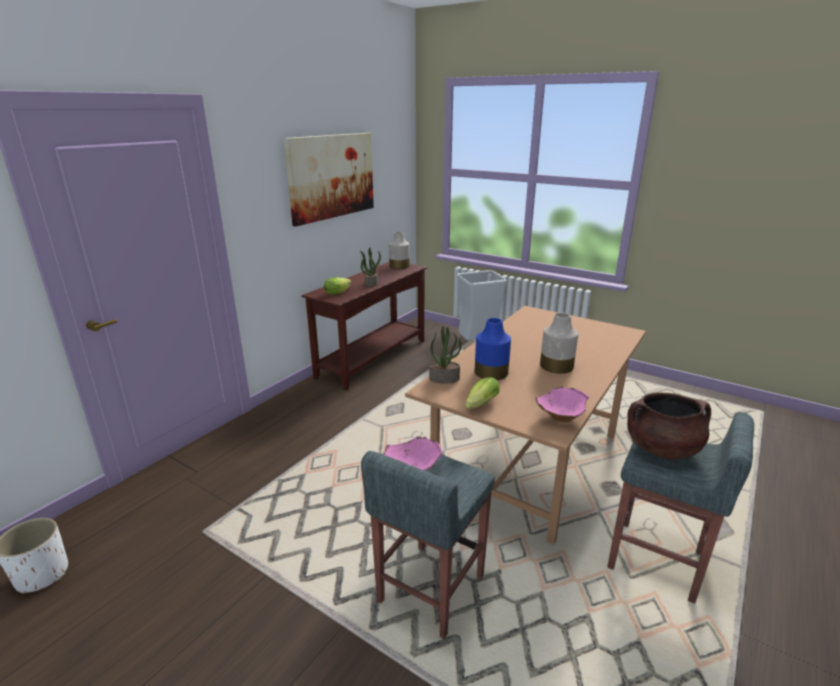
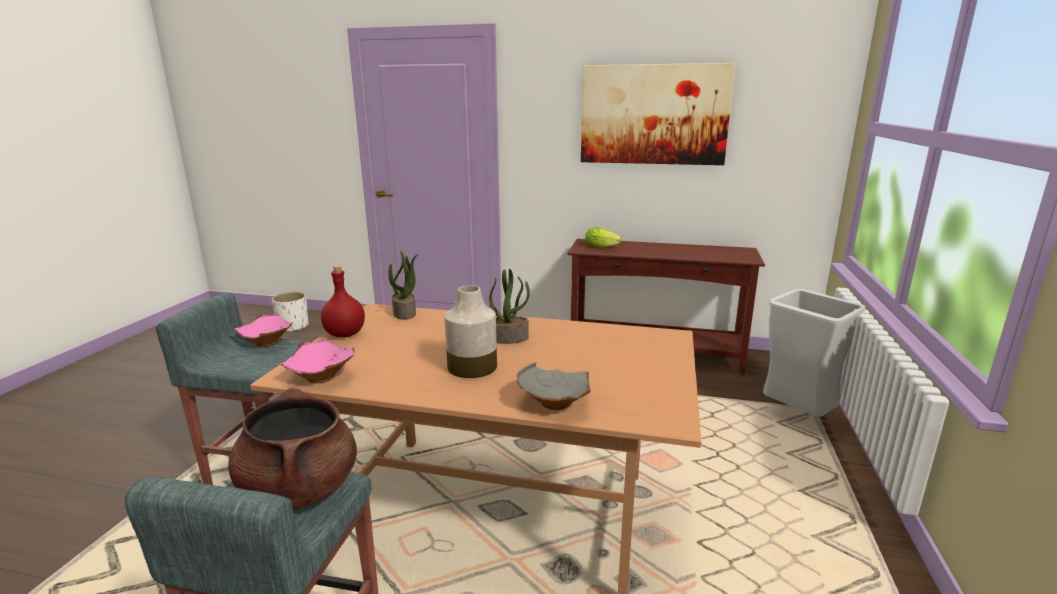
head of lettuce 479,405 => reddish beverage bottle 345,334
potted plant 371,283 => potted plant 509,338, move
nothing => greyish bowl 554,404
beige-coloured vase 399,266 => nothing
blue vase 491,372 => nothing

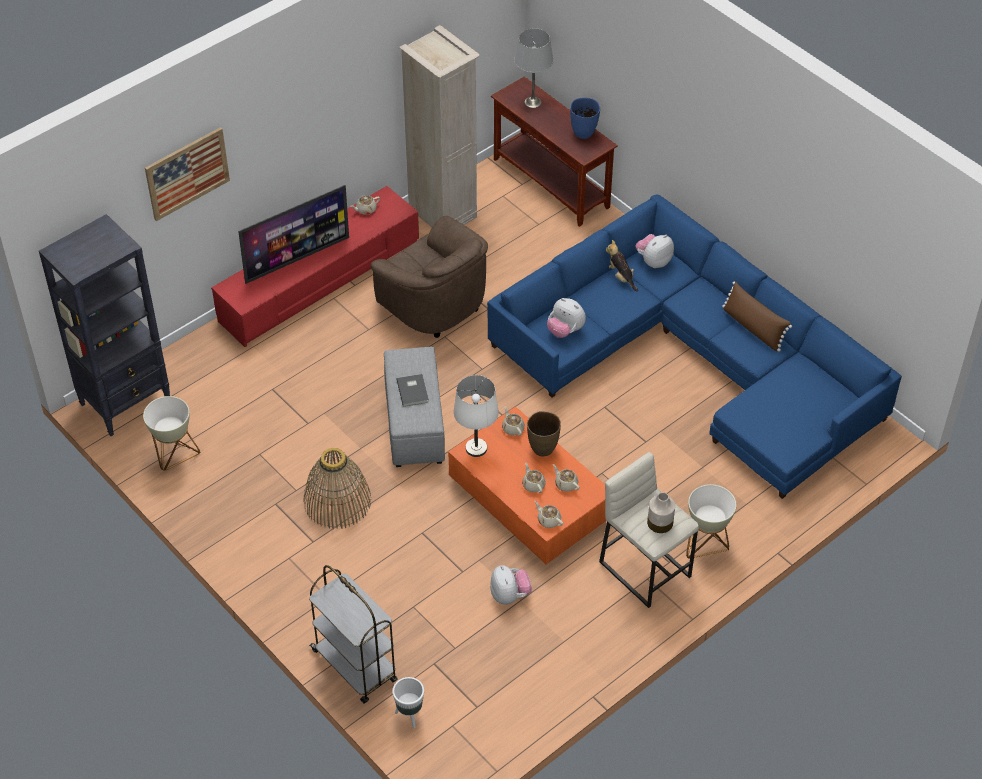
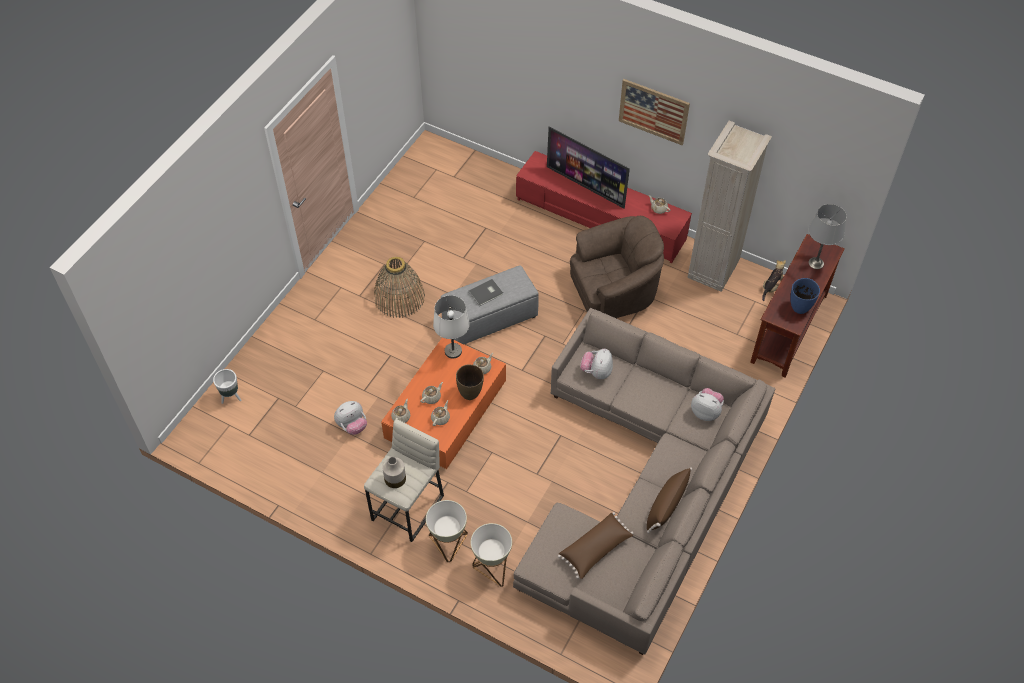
plant pot 174,454 => plant pot 492,567, move
blue couch 694,358 => beige-coloured couch 643,485
nothing => brown-coloured cushion 596,549
brown-coloured armchair 432,304 => brown-coloured armchair 613,292, 135 degrees counterclockwise
picture 187,173 => picture 653,111, move
soft toy 621,277 => soft toy 771,287, move
black-coloured shelving unit 126,402 => nothing
greyish trolley 355,667 => nothing

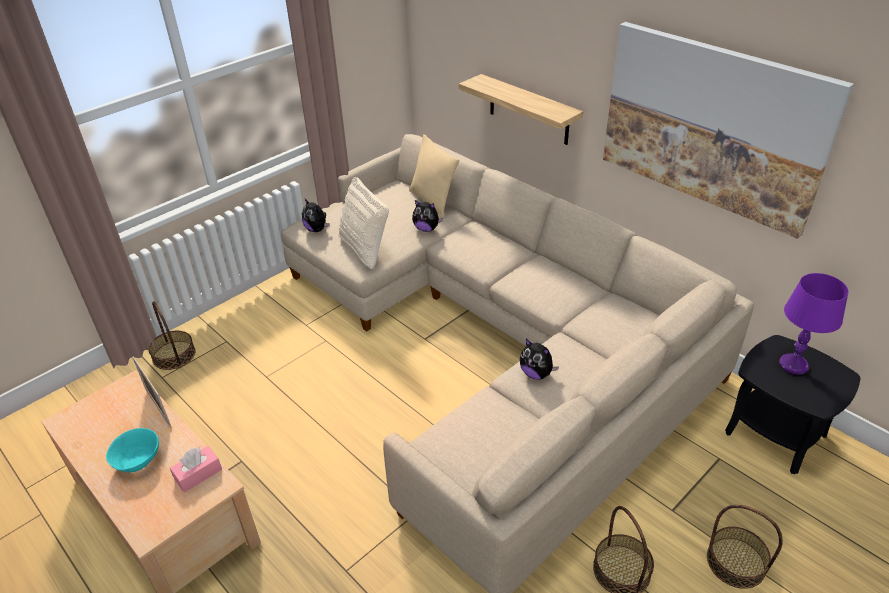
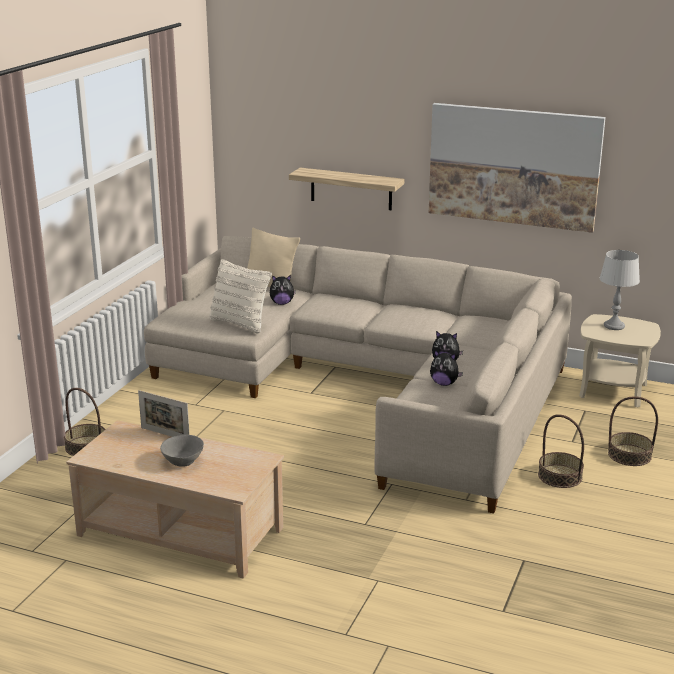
turquoise-coloured bowl 138,460 => greyish bowl 182,461
soft toy 317,229 => soft toy 444,383, move
black-coloured end table 775,434 => beige-coloured end table 613,391
purplish lamp for a table 793,365 => greyish lamp for a table 613,326
pink tissue box 198,474 => nothing

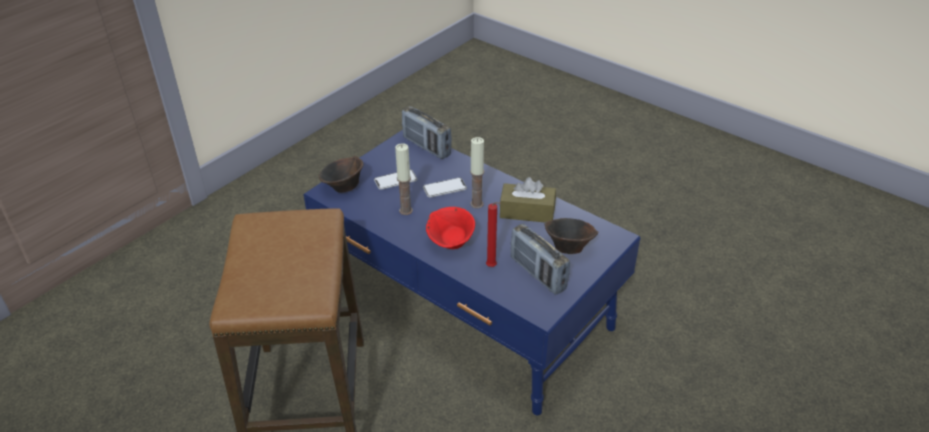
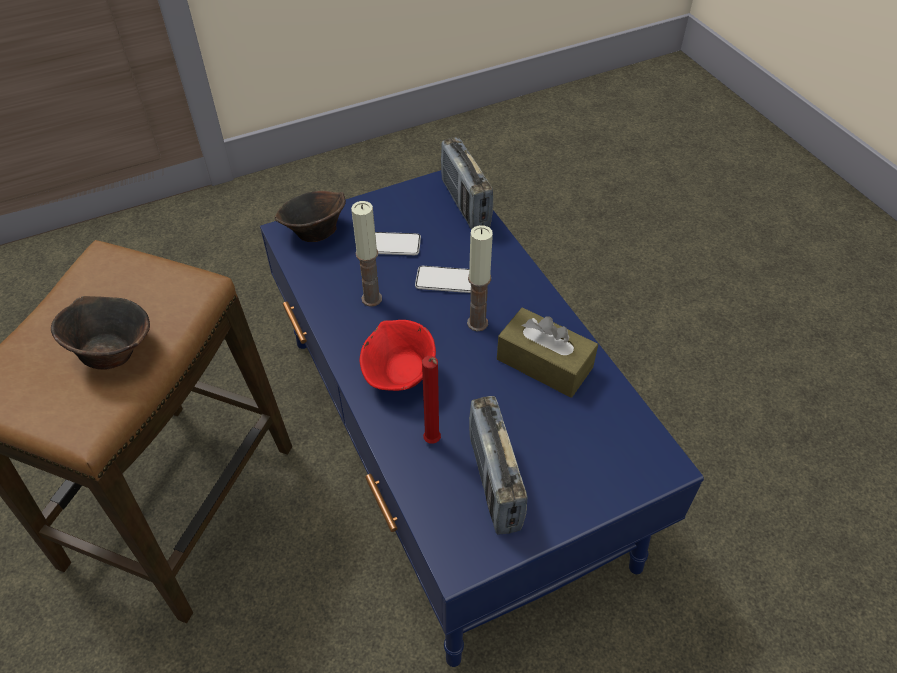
brown-coloured bowl 568,247 => brown-coloured bowl 113,352, move

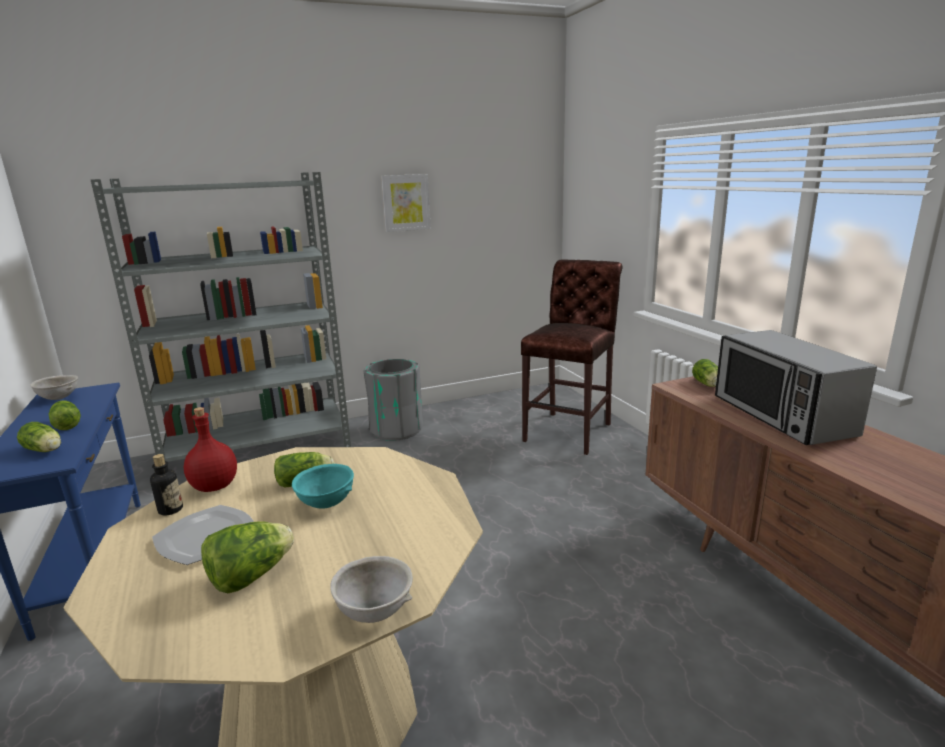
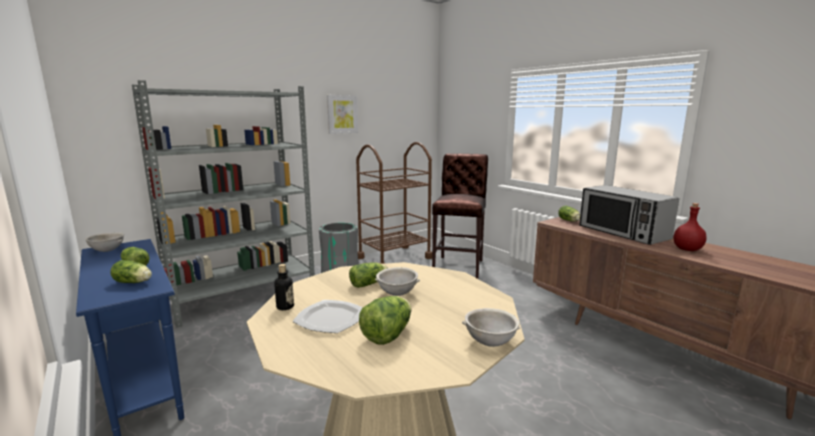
nothing => brown-coloured trolley 394,258
turquoise-coloured bowl 326,504 => greyish bowl 397,294
reddish beverage bottle 214,486 => reddish beverage bottle 687,249, move

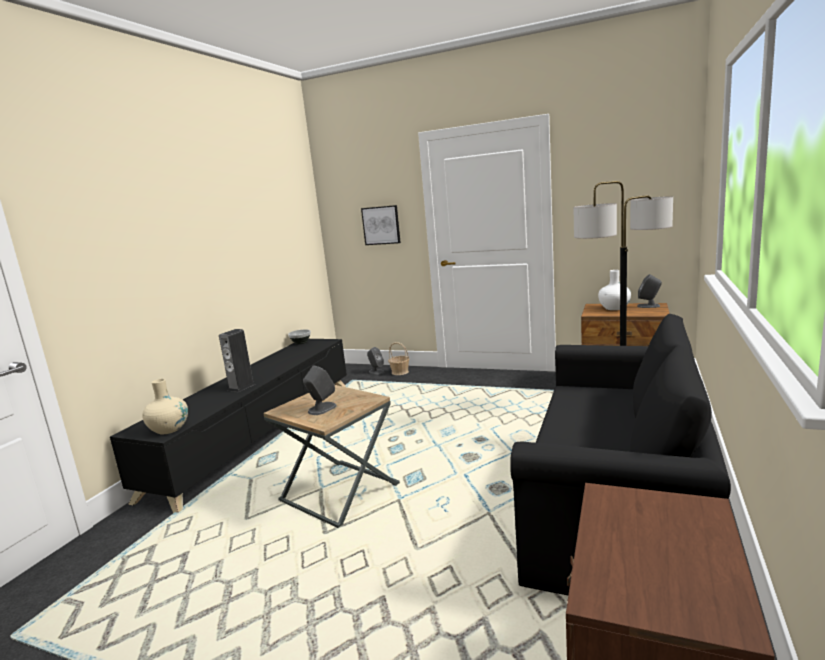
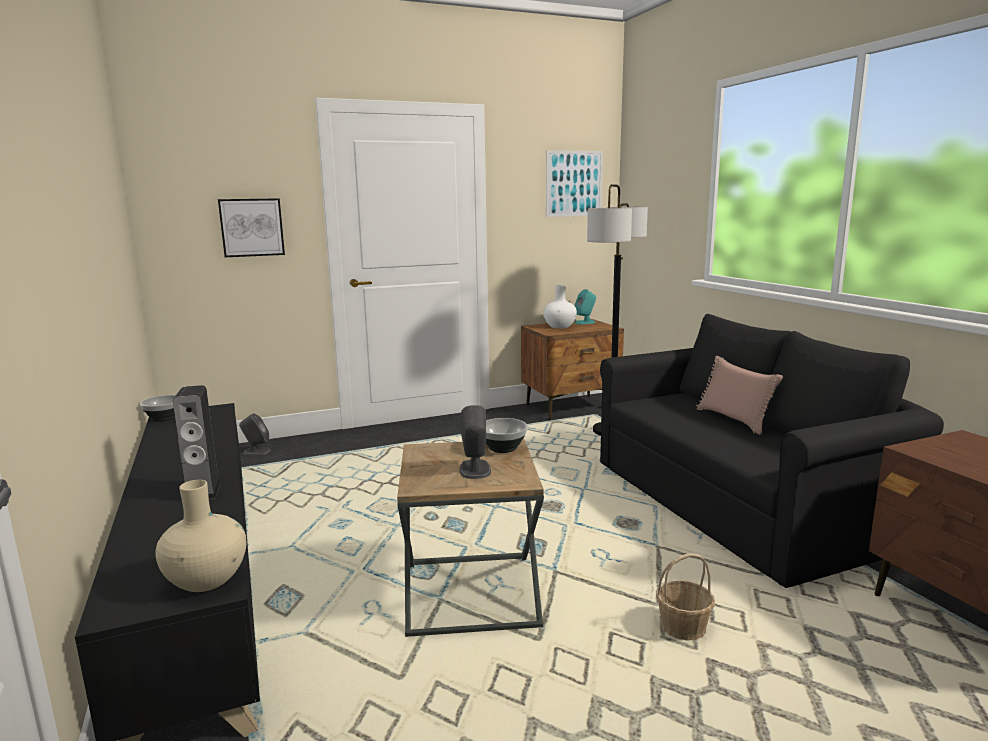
nothing => bowl 503,448
nothing => picture 574,183
greyish speaker 648,306 => turquoise-coloured speaker 585,322
storage basket 400,372 => storage basket 683,628, move
nothing => beige-coloured cushion 734,420

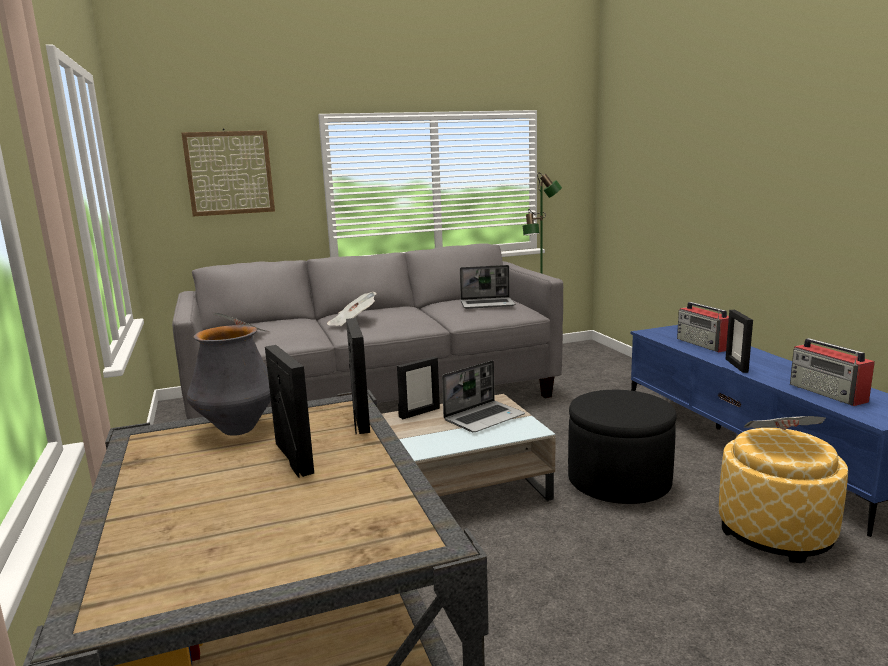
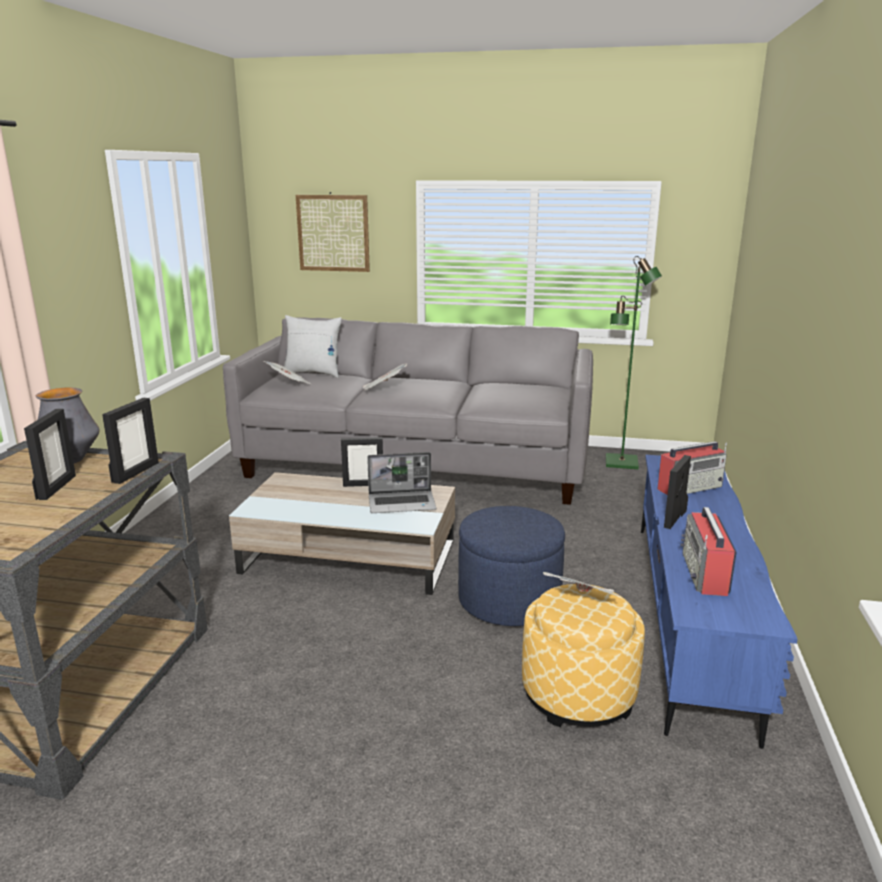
nothing => greyish cushion 313,374
black-coloured pouffe 619,481 => blue pouffe 509,600
radio 704,344 => radio 690,488, 120 degrees counterclockwise
portable computer 488,304 => nothing

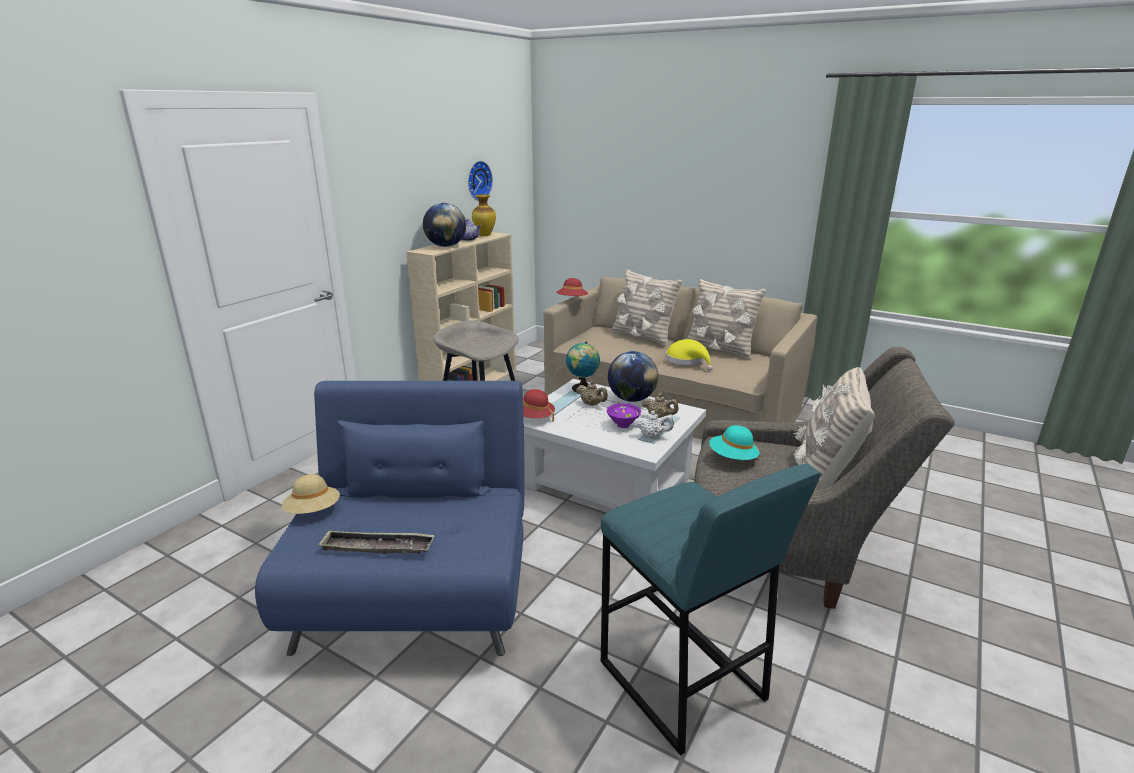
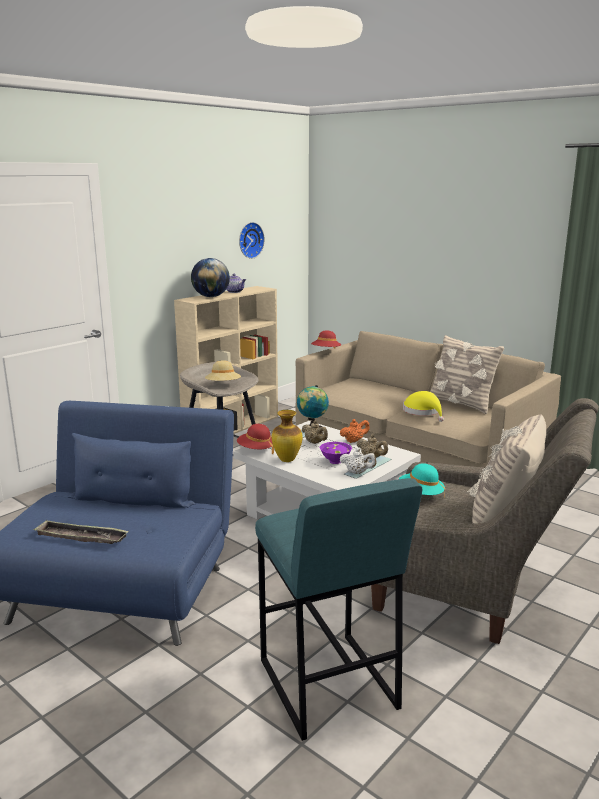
beige-coloured hat 313,511 => beige-coloured hat 223,385, move
vase 484,235 => vase 286,460, move
world globe 631,399 => orange-coloured teapot 354,441
beige-coloured cushion 642,337 => nothing

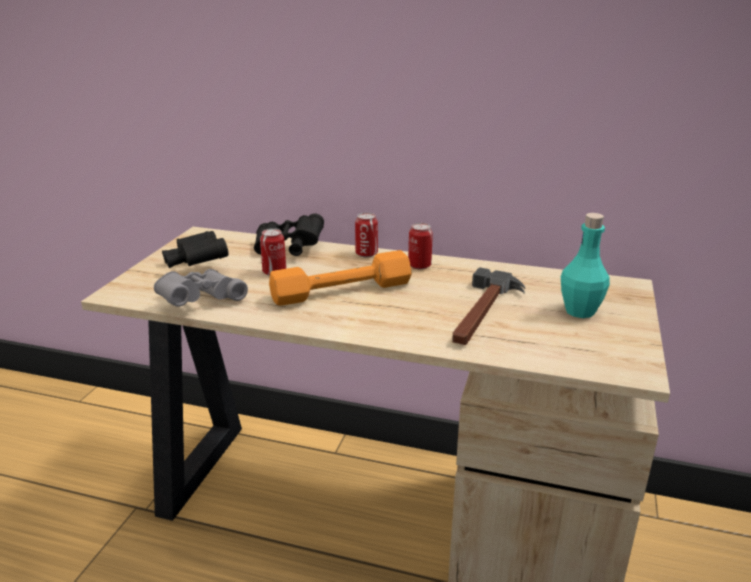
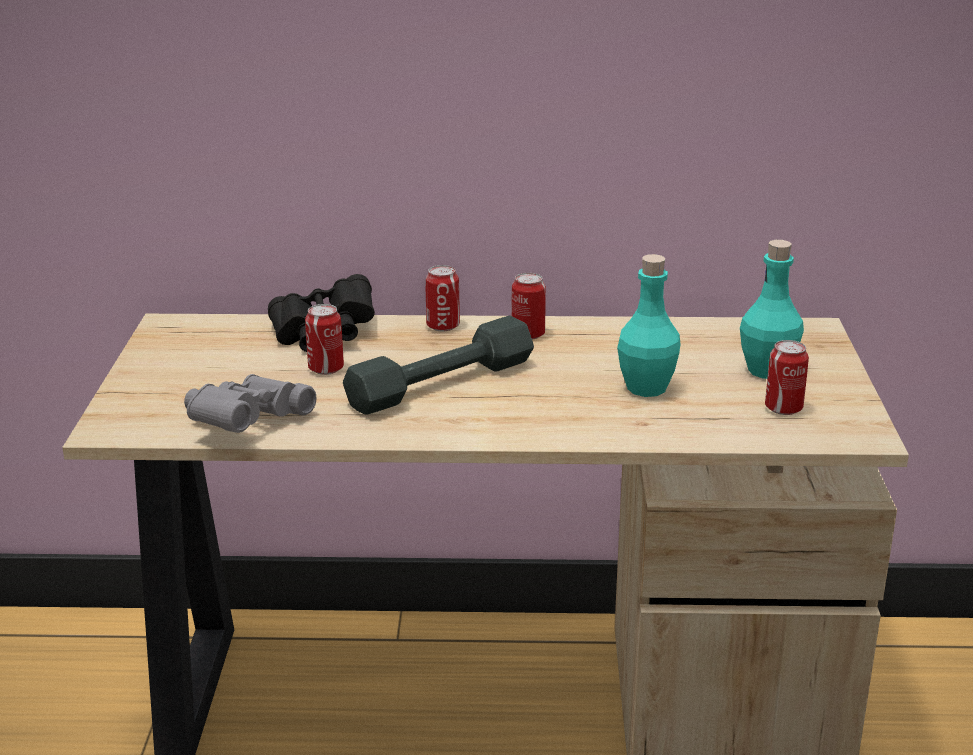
orange-coloured dumbbell 341,291 => greyish dumbbell 441,384
tool hammer 483,312 => turquoise-coloured beverage bottle 646,388
nothing => sealed can 783,408
black-coloured pair of binoculars 196,264 => nothing

